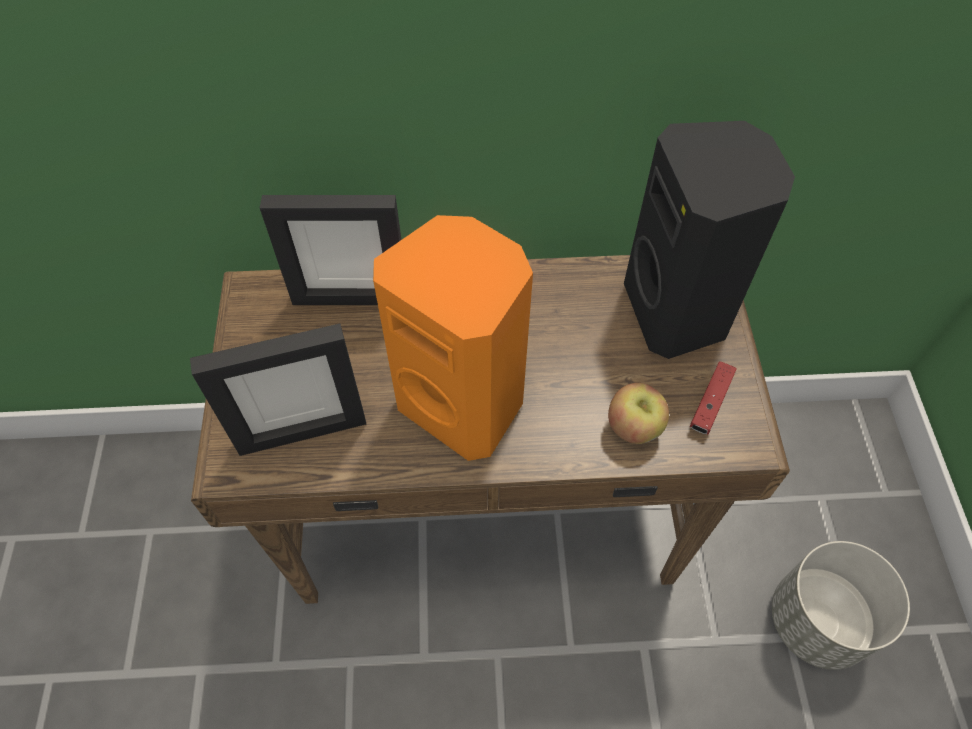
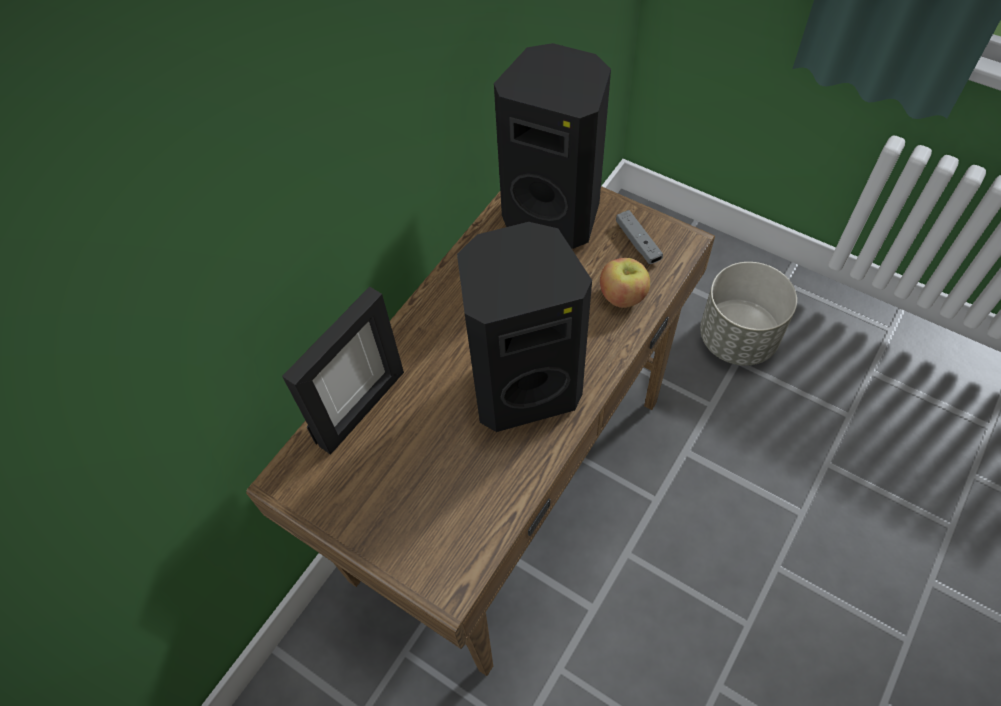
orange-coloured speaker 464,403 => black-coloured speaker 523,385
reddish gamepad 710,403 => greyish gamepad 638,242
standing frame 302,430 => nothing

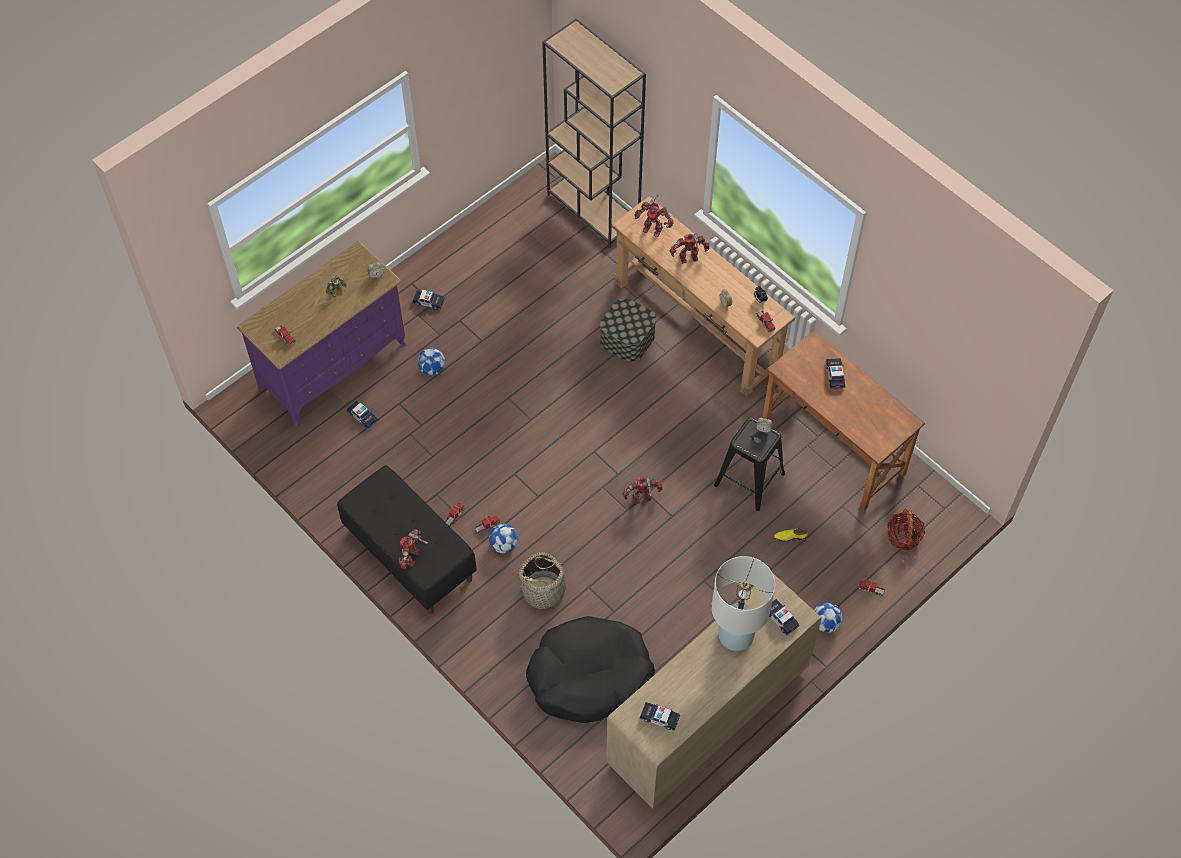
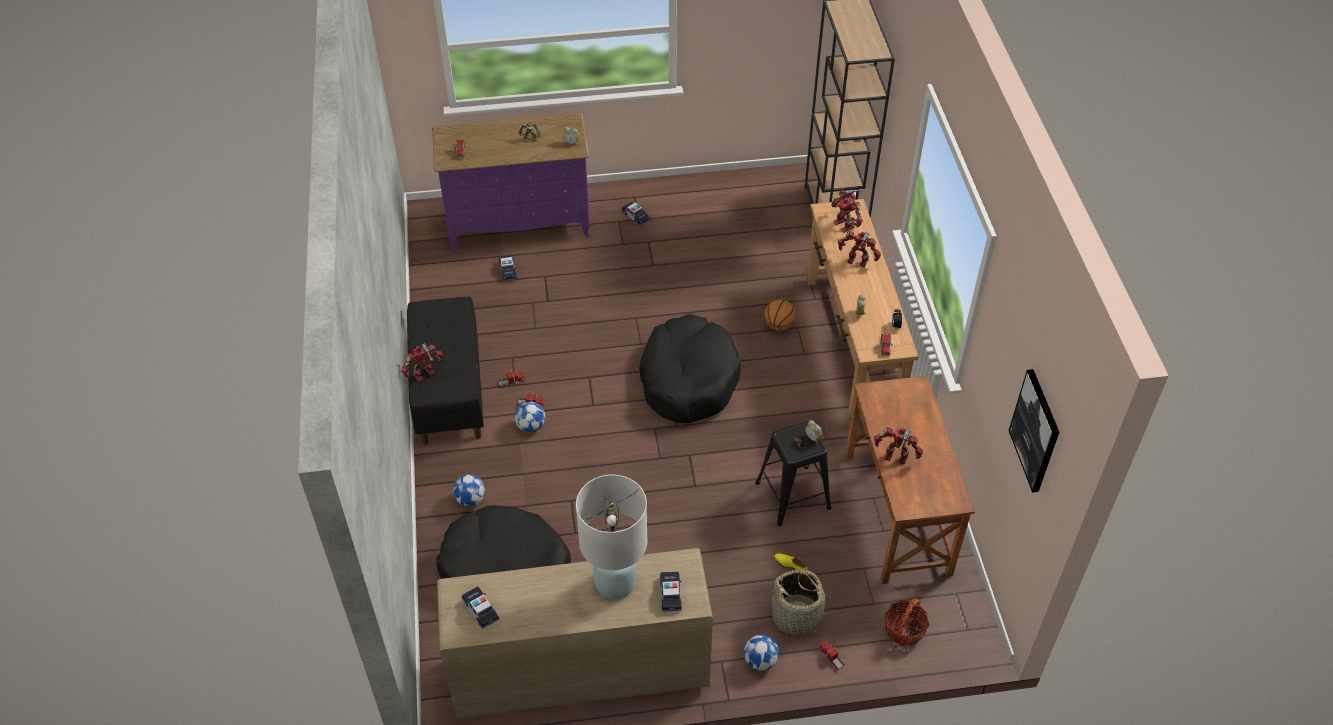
ball for football 432,369 => ball for football 470,499, move
nothing => black-coloured pet bed 688,379
storage box 627,338 => basketball ball 779,325
storage basket 544,591 => storage basket 797,617, move
robot figure 642,498 => robot figure 896,458, move
nothing => picture 1036,431
miniature car 835,375 => nothing

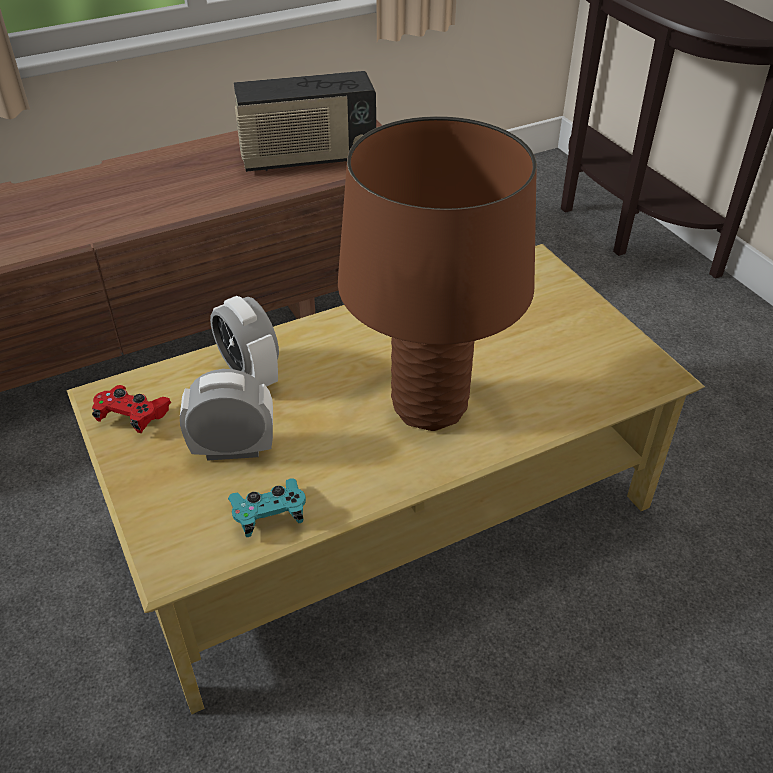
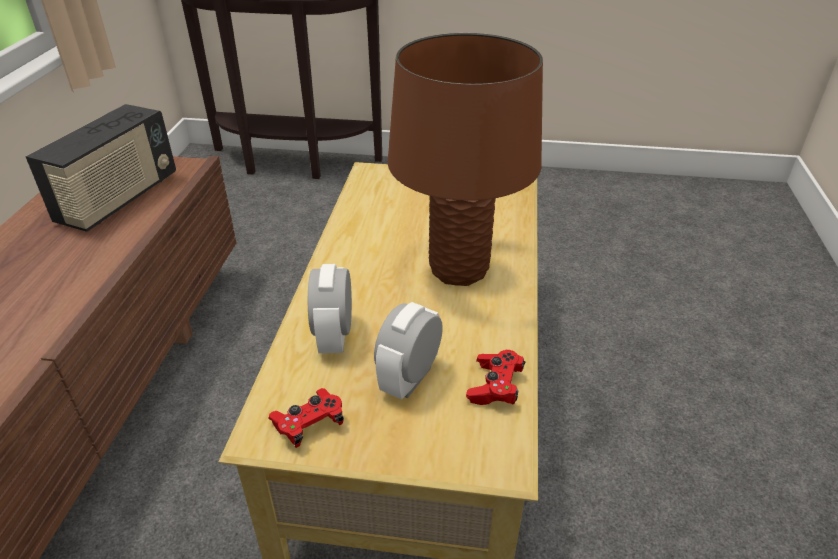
alarm clock 250,374 => alarm clock 334,337, 90 degrees clockwise
turquoise-coloured gamepad 269,515 => reddish gamepad 495,386

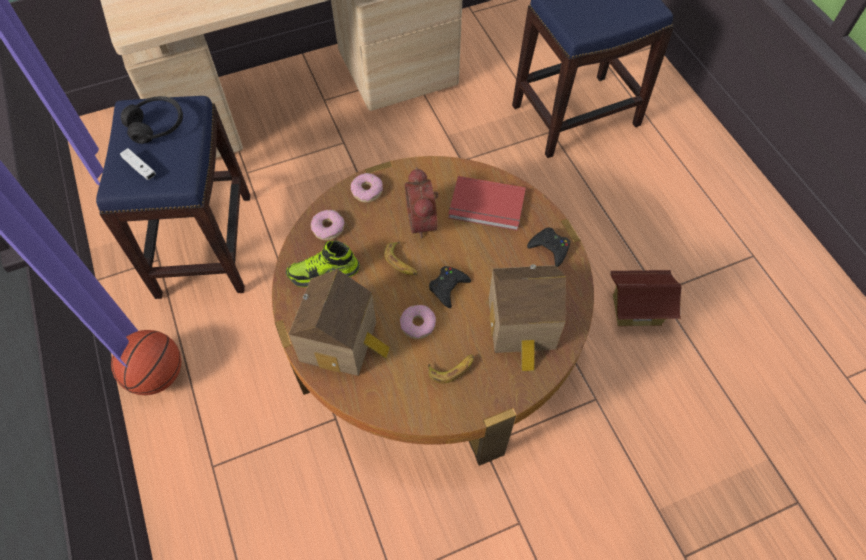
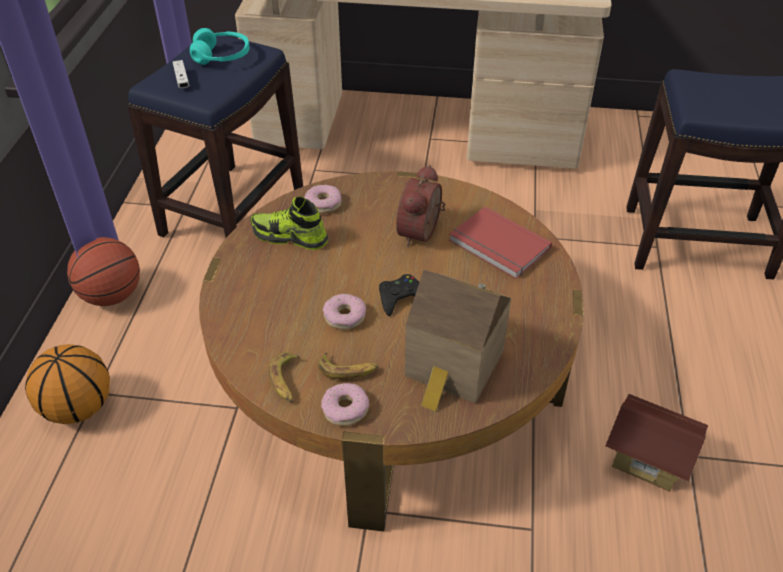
nothing => basketball ball 79,407
black-coloured pair of headphones 157,126 => turquoise-coloured pair of headphones 221,56
banana fruit 401,262 => banana fruit 286,381, move
donut 367,191 => donut 345,409, move
miniature house 342,341 => nothing
black-coloured gamepad 550,248 => nothing

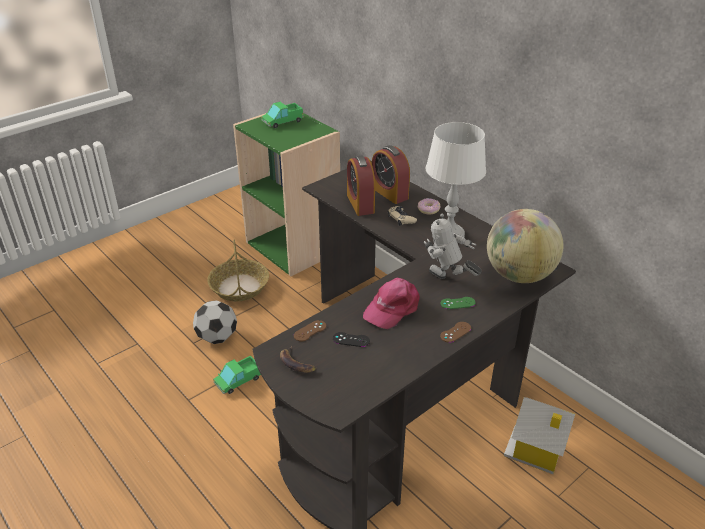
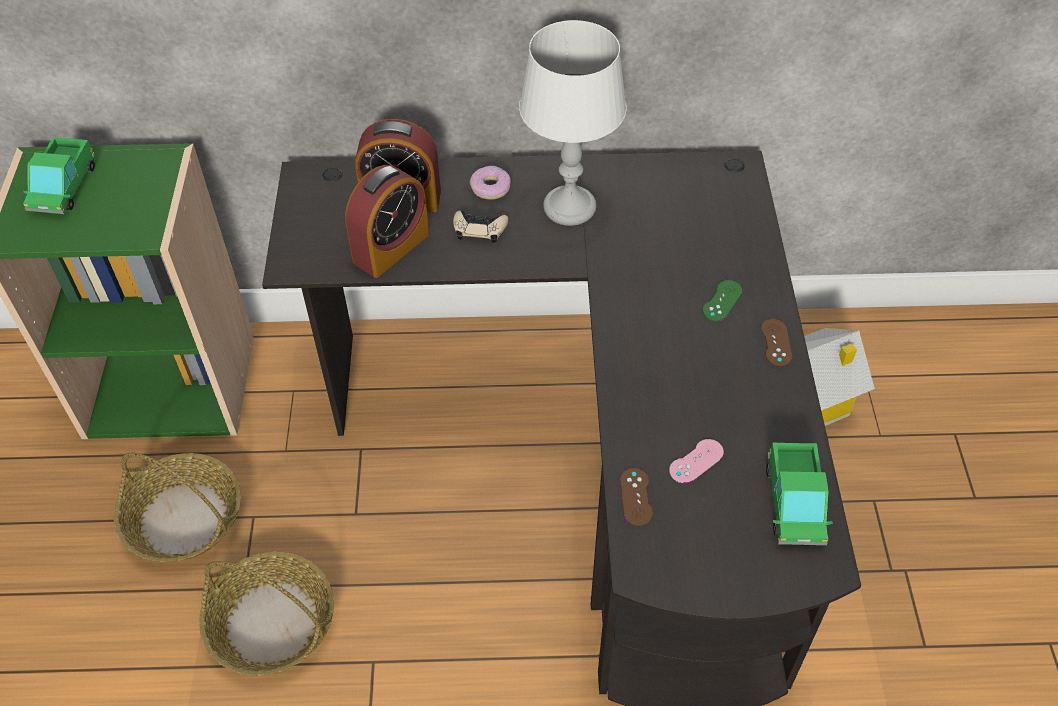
ball for football 217,338 => storage basket 271,623
alarm clock 360,204 => alarm clock 391,248, 75 degrees counterclockwise
black-coloured gamepad 351,340 => pink gamepad 696,461
model truck 238,380 => model truck 794,503, move
banana fruit 297,363 => nothing
pink baseball cap 392,308 => nothing
robot figure 447,281 => nothing
world globe 519,275 => nothing

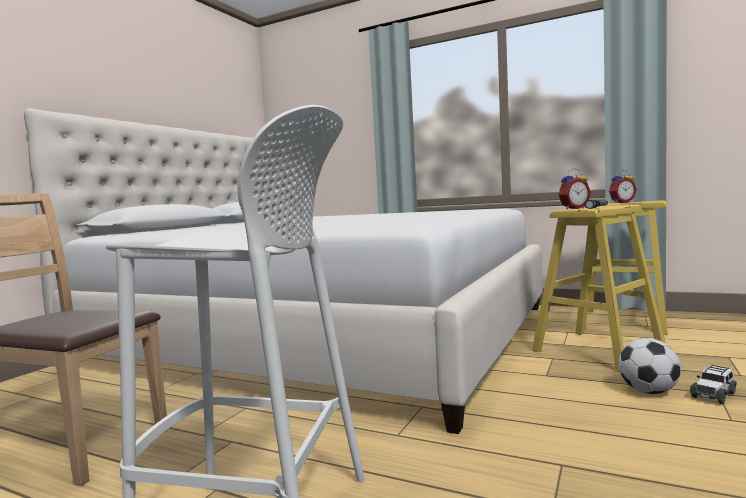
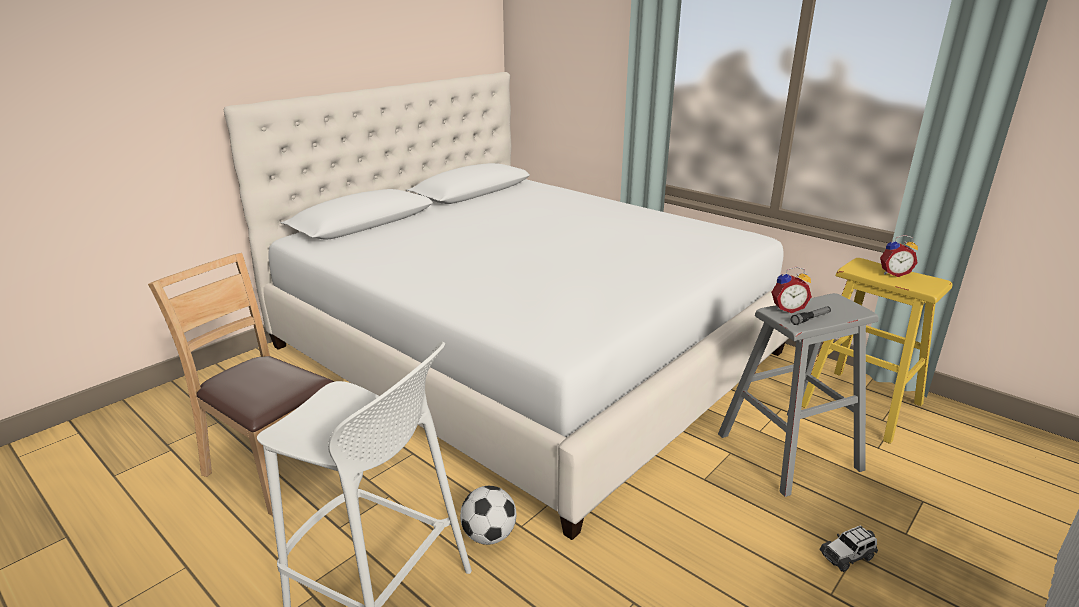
ball for football 649,391 => ball for football 489,536, move
yellow-coloured sitting stool 598,350 => greyish sitting stool 788,451

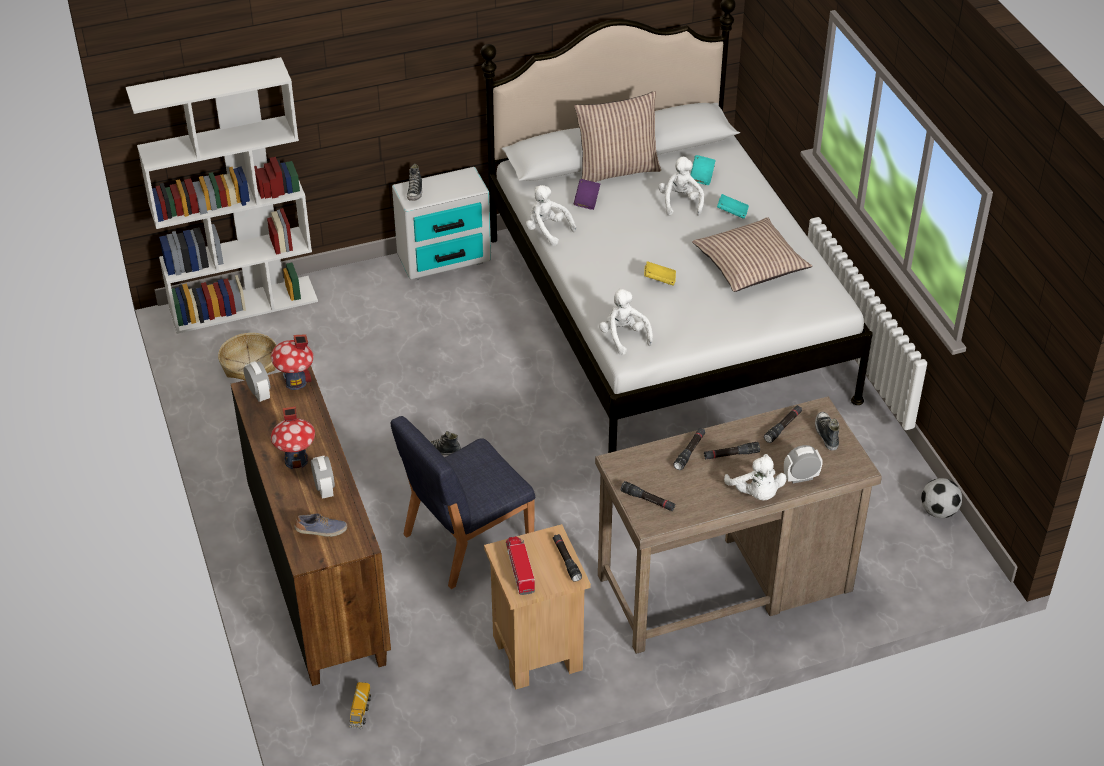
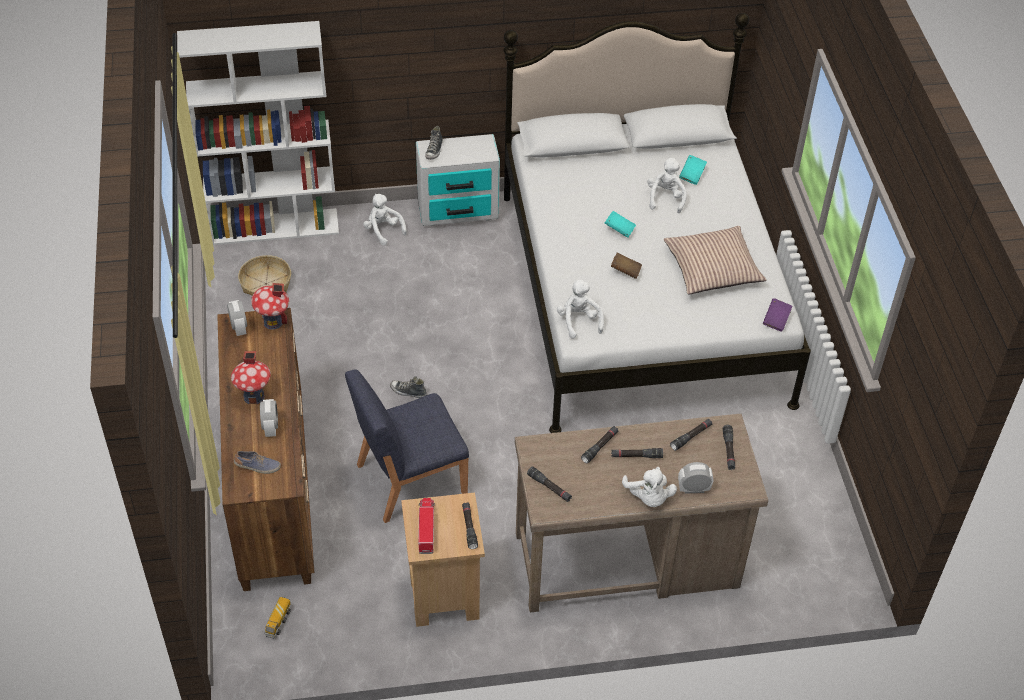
white soft toy 547,230 => white soft toy 383,230, move
turquoise-coloured volume 732,213 => turquoise-coloured volume 619,230, move
yellow-coloured volume 659,280 => brown-coloured volume 625,271
shoe 826,434 => black-coloured hand torch 728,450
purplish volume 587,201 => purplish volume 776,320, move
cushion 617,169 => nothing
ball for football 938,511 => nothing

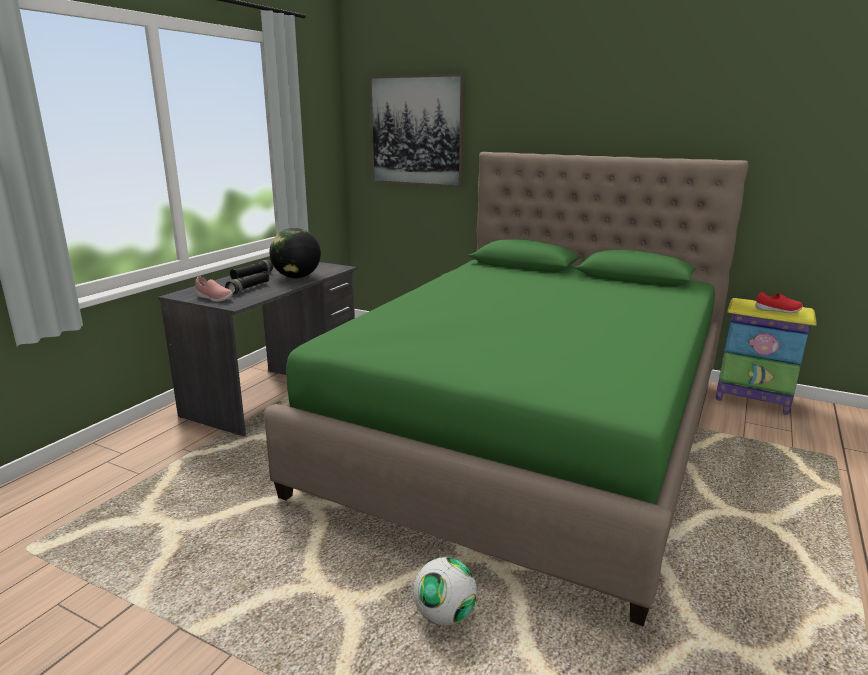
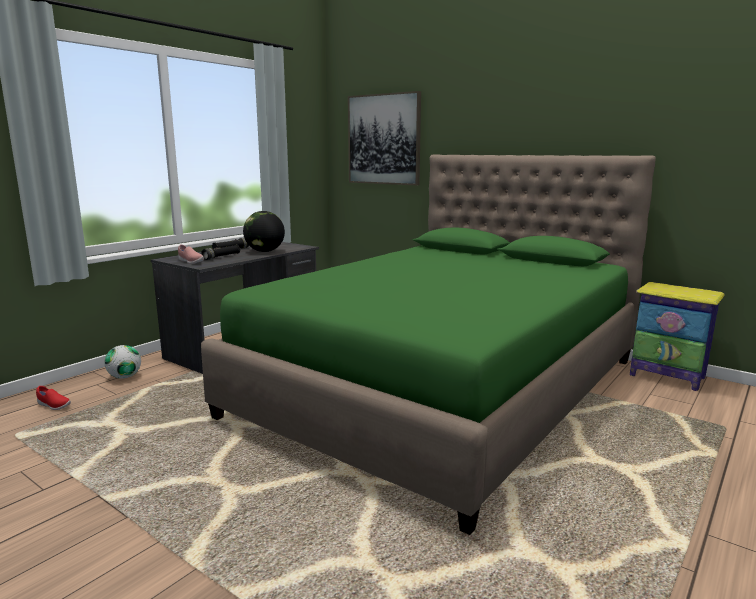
reddish shoe 778,310 => reddish shoe 53,406, move
ball for football 444,615 => ball for football 124,377, move

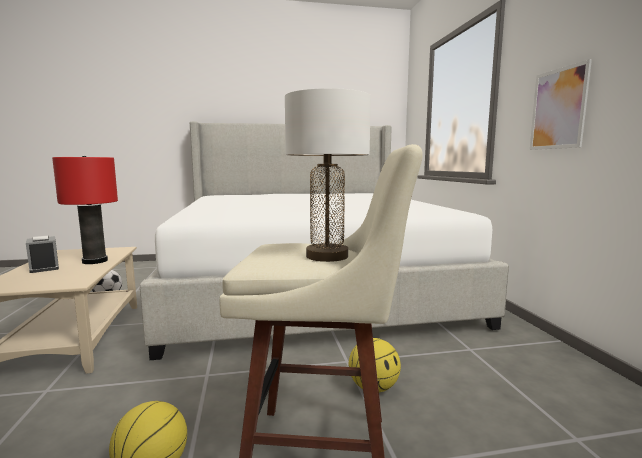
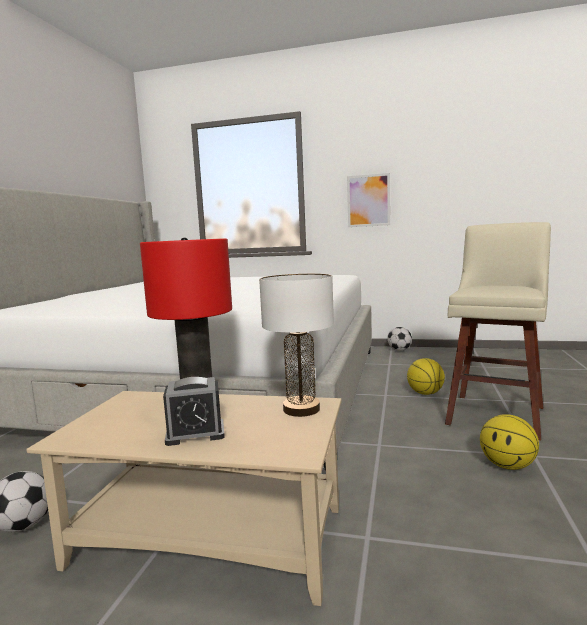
lamp for a table 327,256 => lamp for a table 301,409, move
nothing => ball for football 399,350

